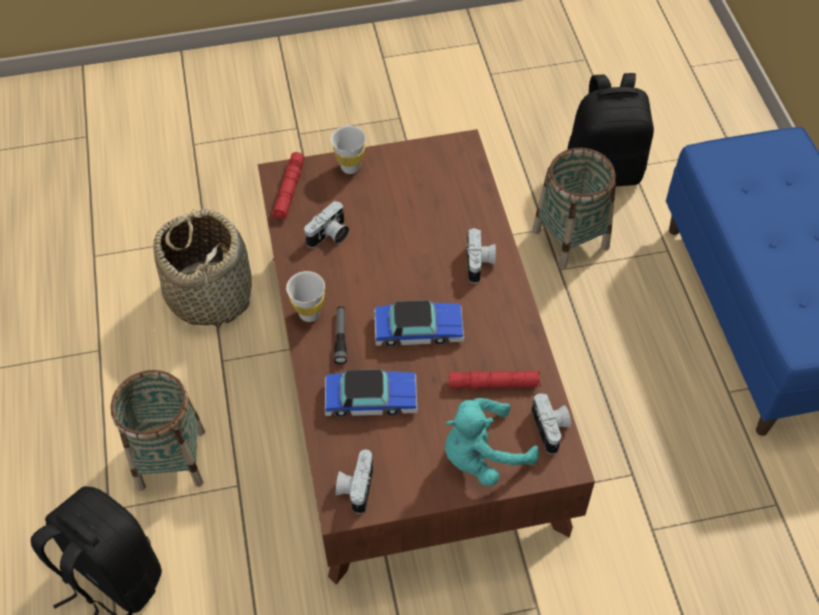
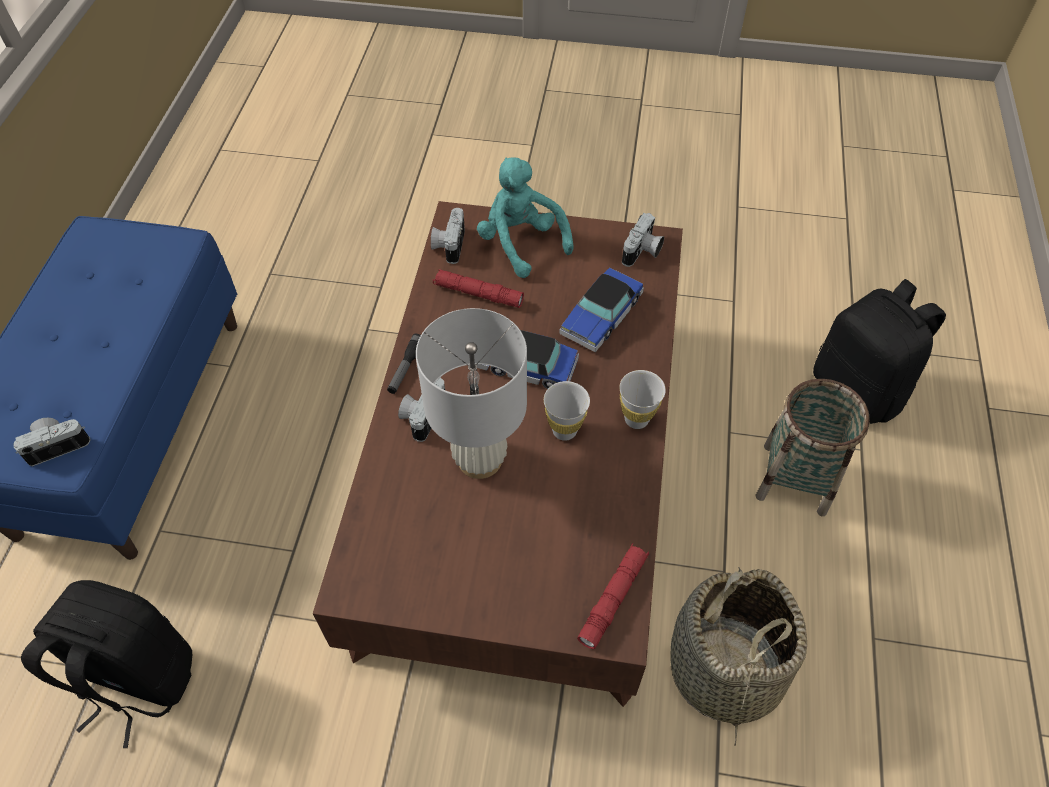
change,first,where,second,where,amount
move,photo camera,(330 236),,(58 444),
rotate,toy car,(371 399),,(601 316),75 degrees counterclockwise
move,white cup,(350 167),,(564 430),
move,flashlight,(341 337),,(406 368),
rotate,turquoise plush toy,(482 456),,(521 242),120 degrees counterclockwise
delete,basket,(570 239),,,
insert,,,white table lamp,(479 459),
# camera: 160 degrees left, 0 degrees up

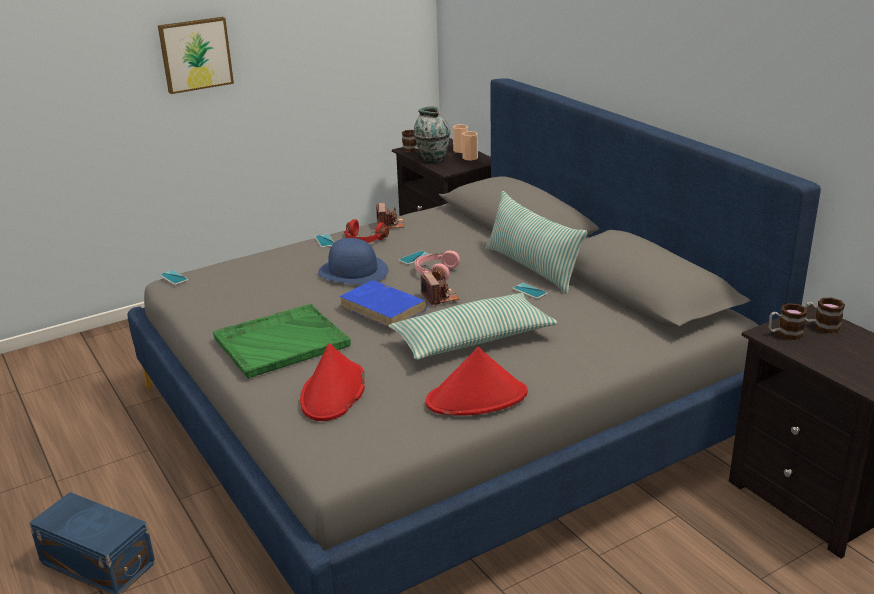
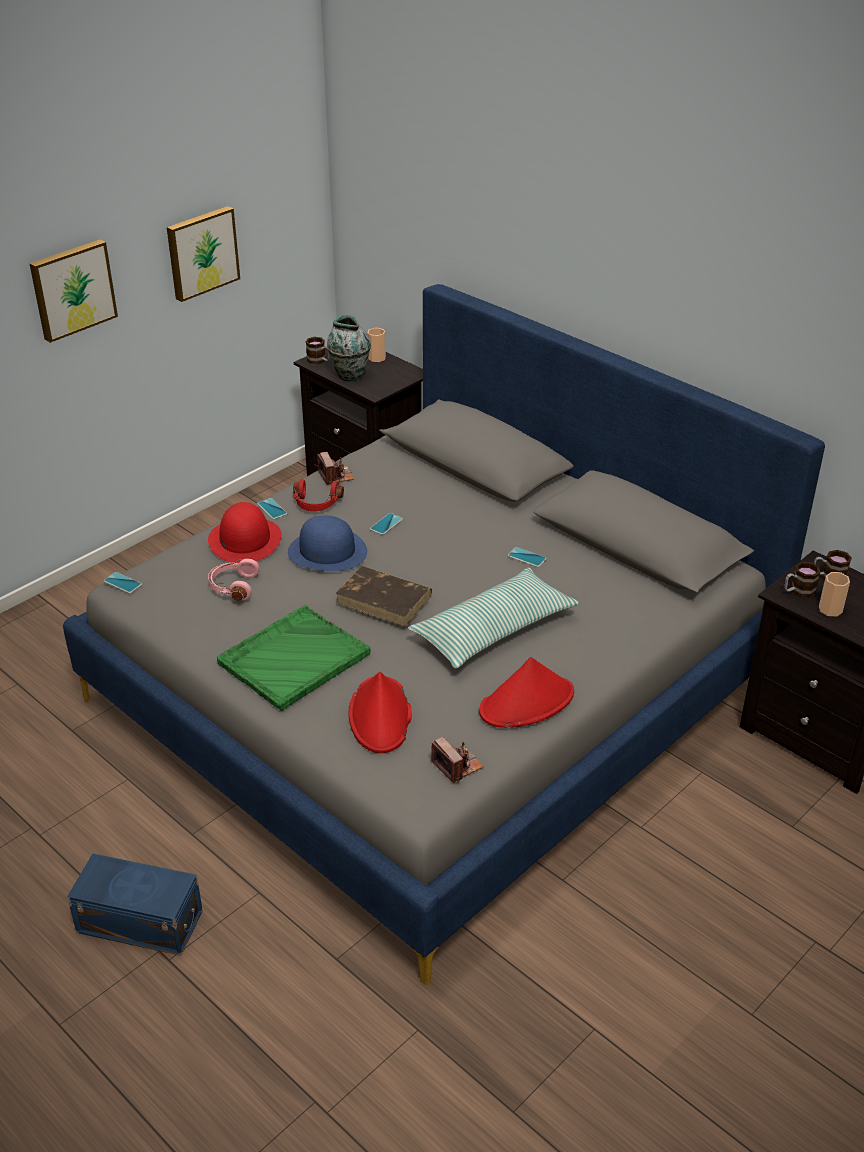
change,first,where,second,where,amount
recolor,blue book,(384 308),brown book,(384 599),
move,pink headphones,(435 273),,(233 586),
move,photo camera,(440 297),,(457 766),
move,cup,(470 158),,(830 609),
delete,pillow,(532 268),,,
insert,,,picture,(201 252),
insert,,,red hat,(245 539),
# camera: 15 degrees left, 10 degrees up

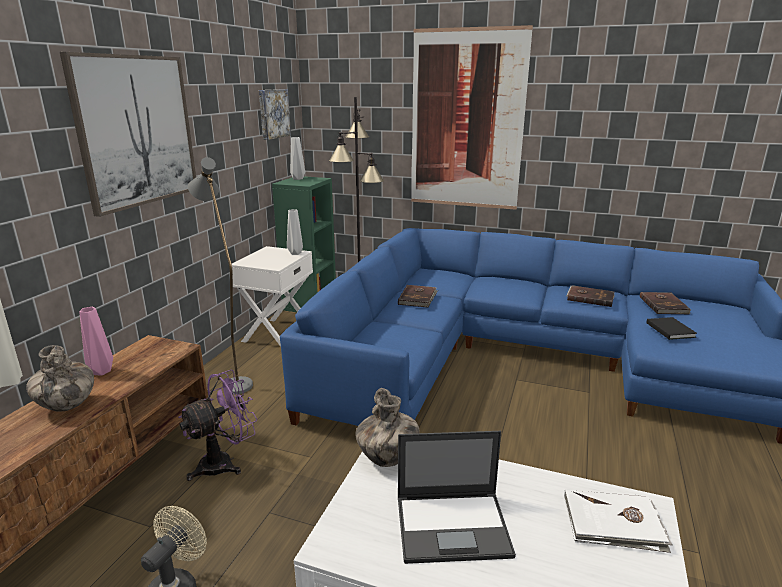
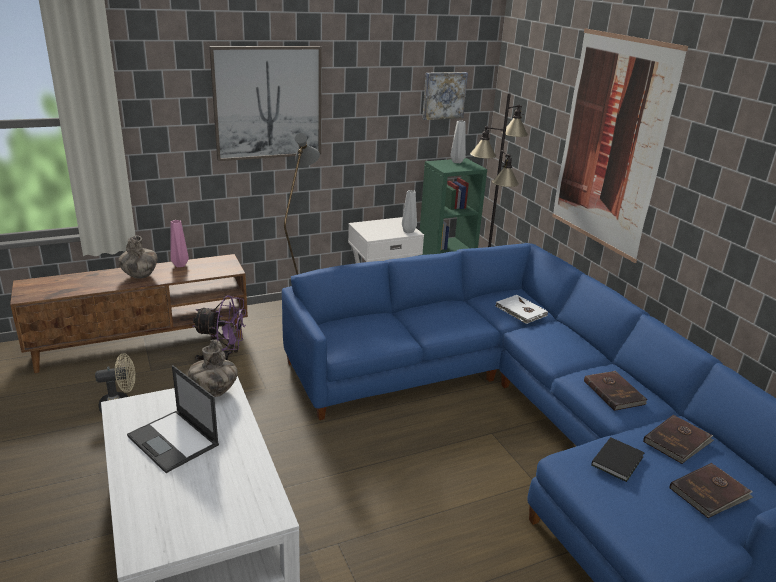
change,first,where,second,where,amount
move,brown book,(418 298),,(710 493),
move,white book,(613 523),,(520 311),
# camera: 45 degrees right, 5 degrees up

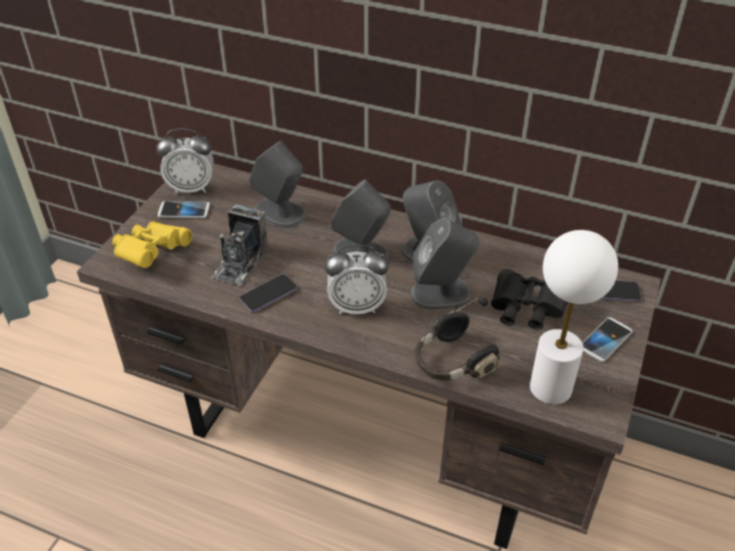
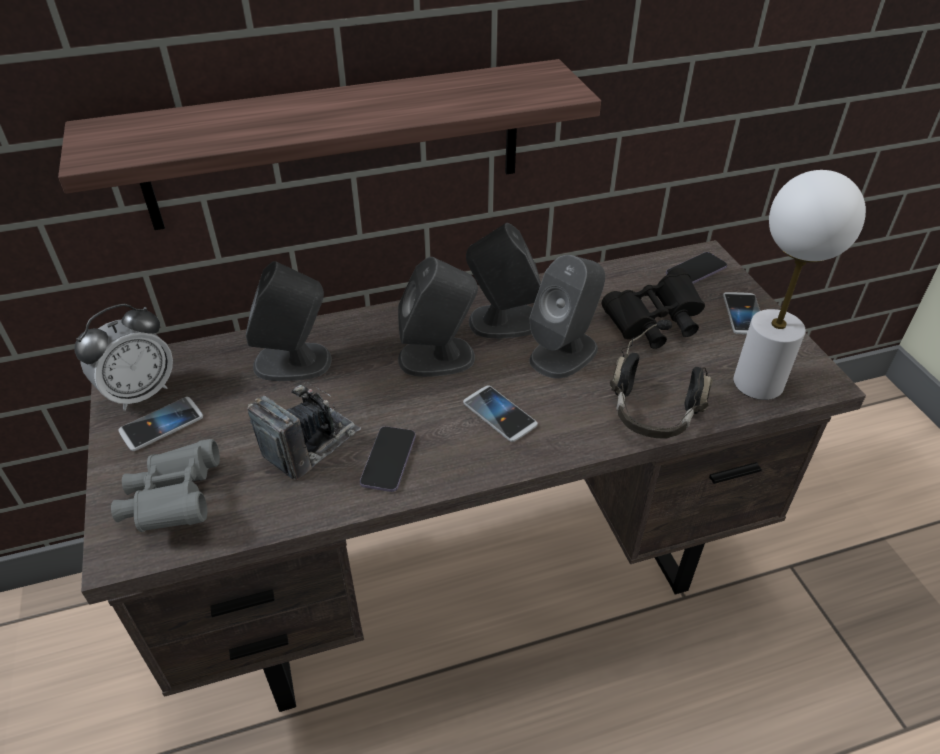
change,first,where,second,where,amount
recolor,yellow binoculars,(151 253),grey binoculars,(174 501),
rotate,photo camera,(241 262),,(311 444),120 degrees counterclockwise
replace,alarm clock,(357 306),phone,(499 414),
insert,,,shelf,(336 145),
# camera: 40 degrees left, 0 degrees up

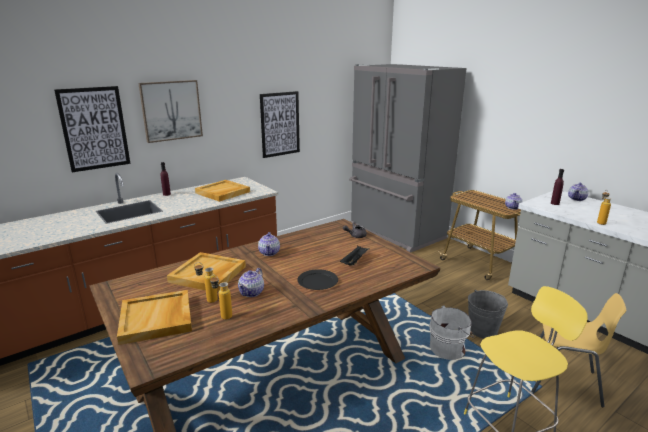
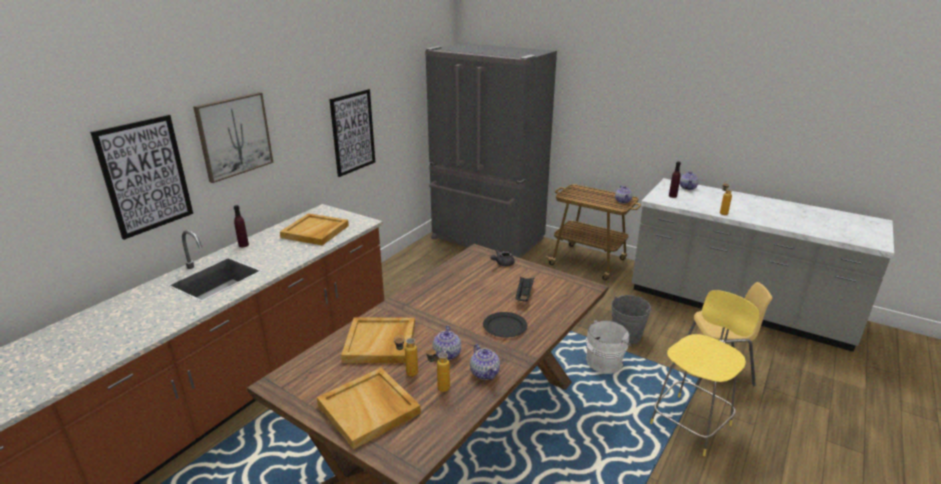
change,first,where,second,where,amount
move,teapot,(269 252),,(485 373),
# camera: 20 degrees left, 5 degrees up

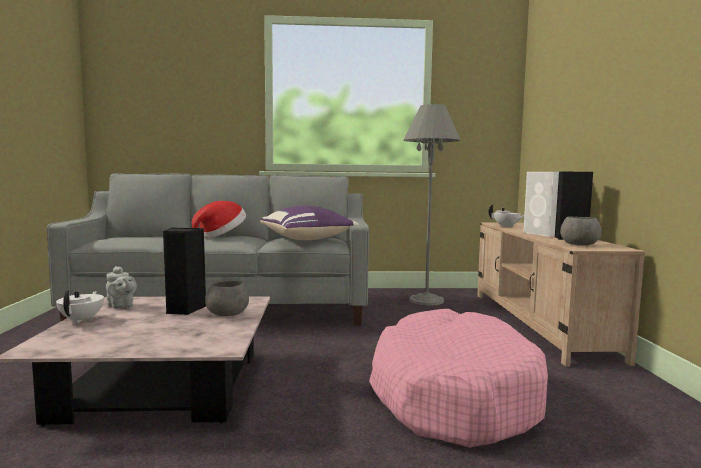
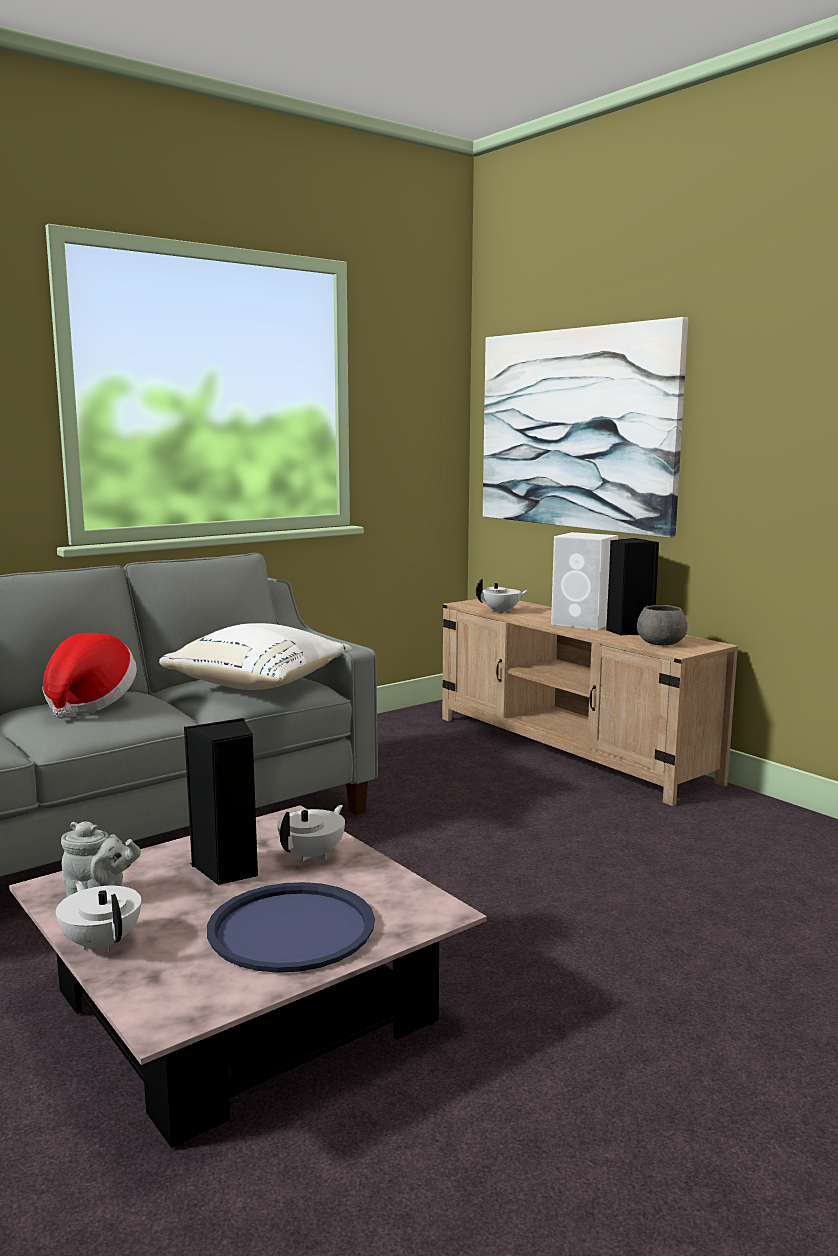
change,first,where,second,where,amount
replace,grey bowl,(228 313),white teapot,(313 855),
recolor,purple pillow,(308 239),white pillow,(261 684),
delete,pink dog bed,(452 395),,,
delete,grey floor lamp,(426 300),,,
insert,,,blue tray,(291 928),
insert,,,picture,(575 429),
# camera: 35 degrees left, 5 degrees up

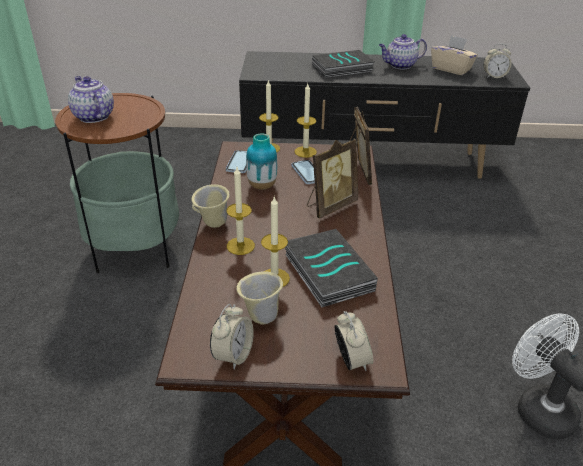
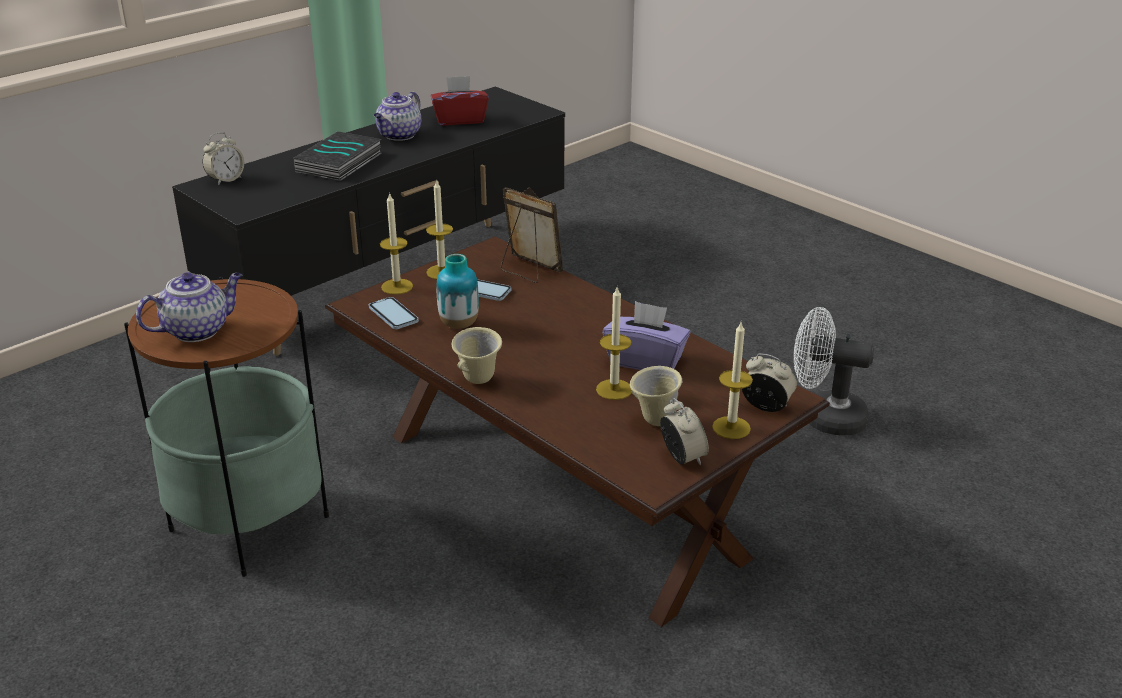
change,first,where,second,where,amount
rotate,teapot,(93 116),,(197 330),135 degrees clockwise
move,candle,(240 246),,(731 428),
replace,book,(326 272),purple tissue box,(645 361),
delete,picture frame,(330 206),,,
recolor,beige tissue box,(451 69),red tissue box,(460 120),
move,alarm clock,(494 76),,(226 180),
# camera: 45 degrees left, 5 degrees down

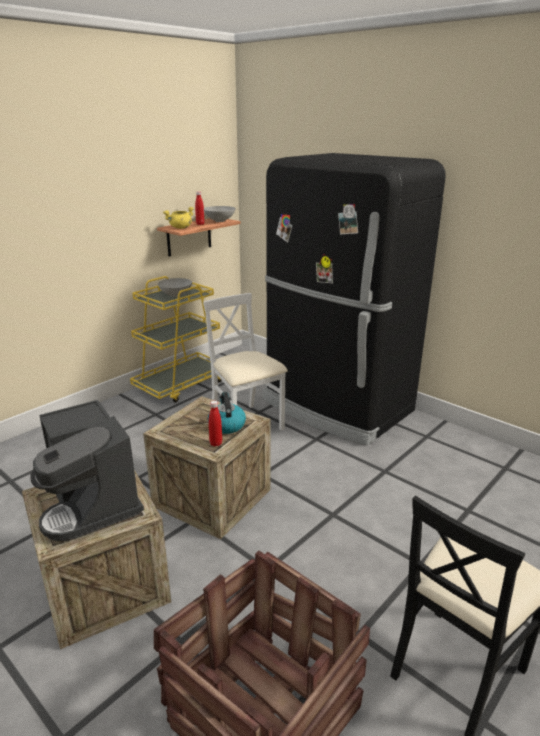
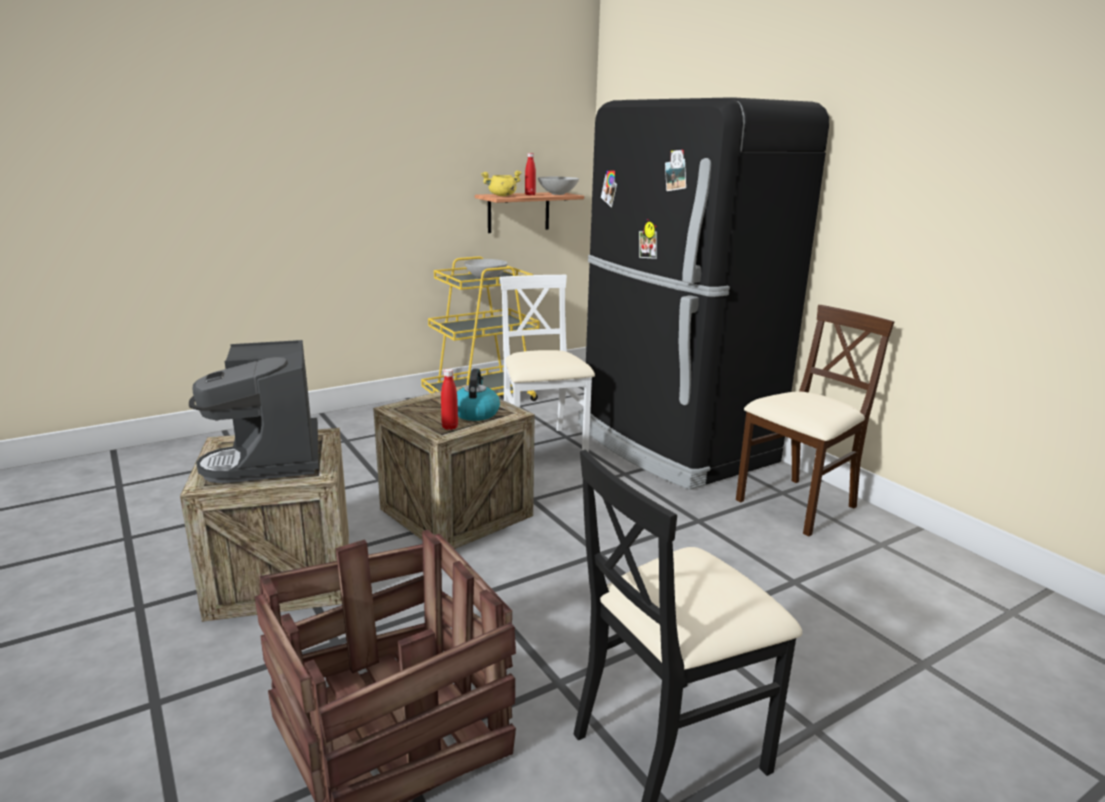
change,first,where,second,where,amount
insert,,,beige chair,(797 505),
# camera: 15 degrees right, 5 degrees down

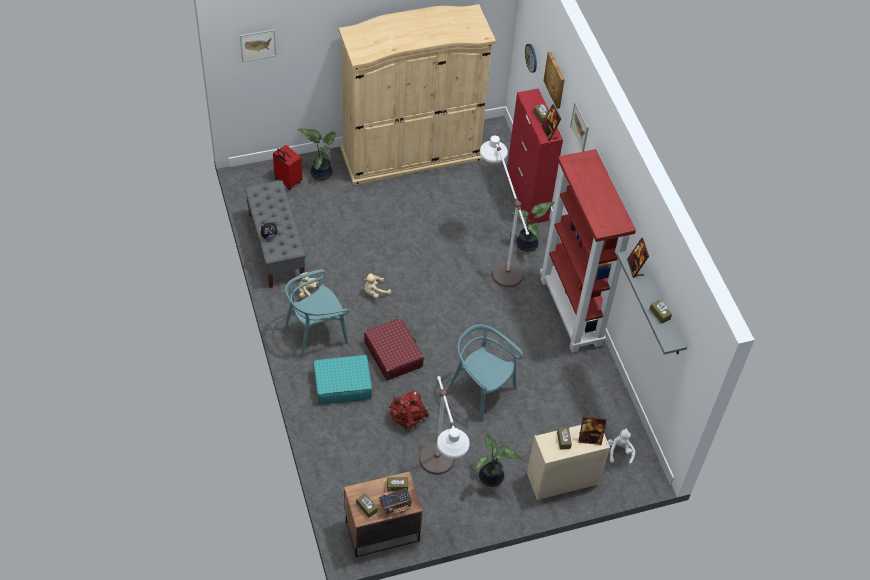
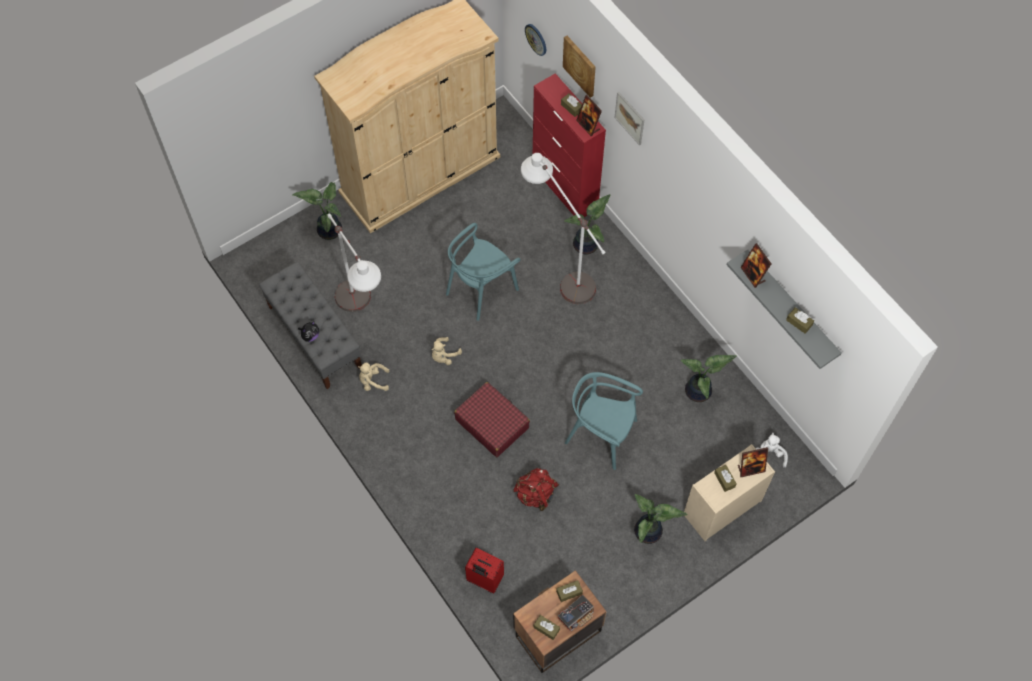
change,first,where,second,where,amount
delete,picture,(258 45),,,
move,red suitcase,(287 181),,(484 579),
move,turquoise chair,(316 333),,(481 289),
delete,turquoise suitcase,(342 384),,,
move,white floor lamp,(440 481),,(362 316),
delete,red bookcase,(571 312),,,
insert,,,potted plant,(699 392),
# camera: 15 degrees left, 10 degrees up

